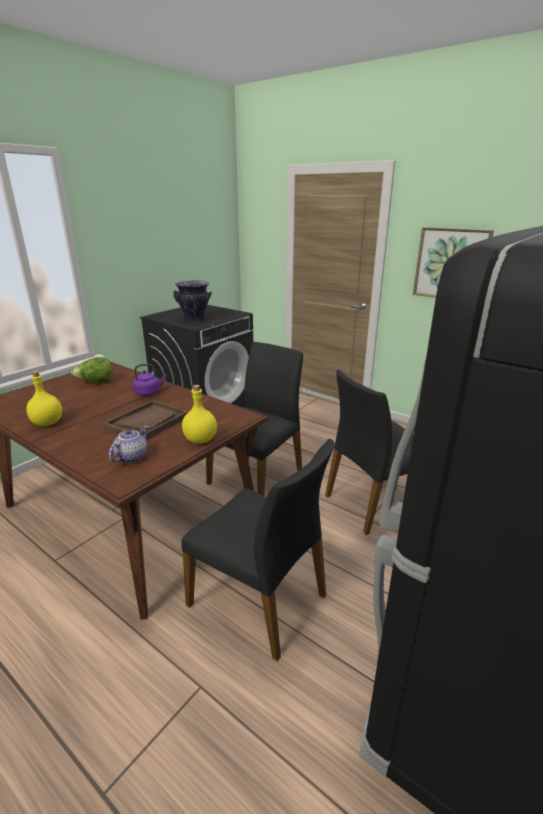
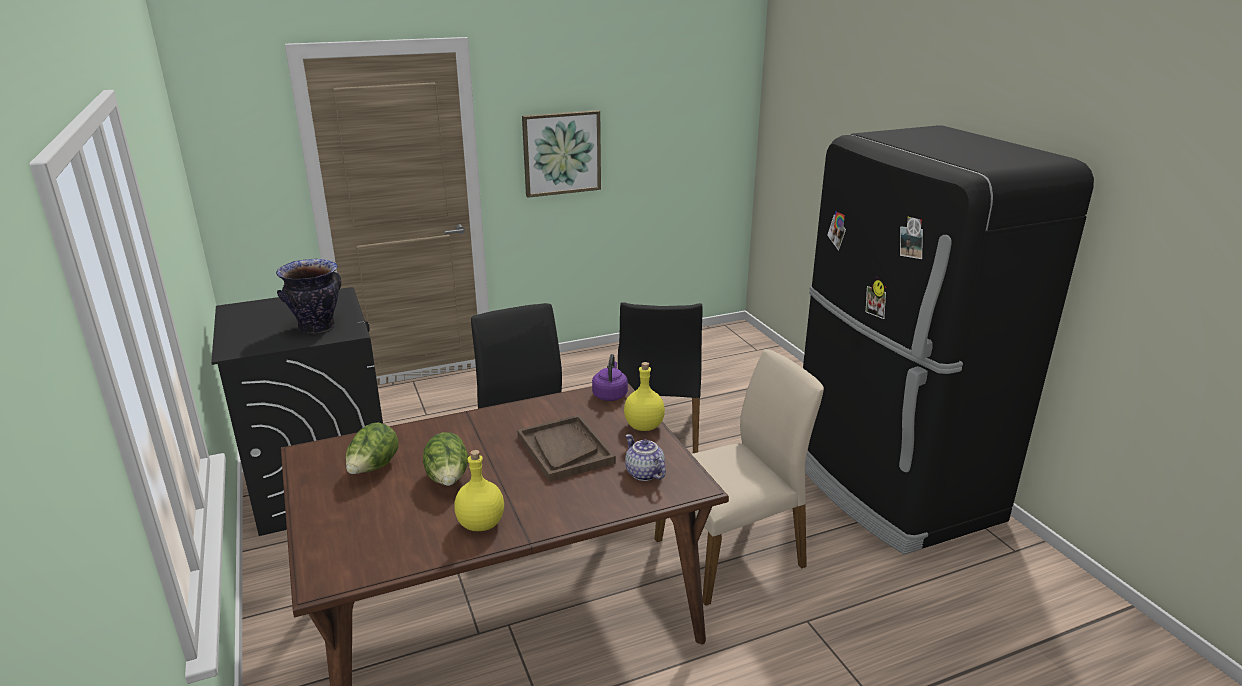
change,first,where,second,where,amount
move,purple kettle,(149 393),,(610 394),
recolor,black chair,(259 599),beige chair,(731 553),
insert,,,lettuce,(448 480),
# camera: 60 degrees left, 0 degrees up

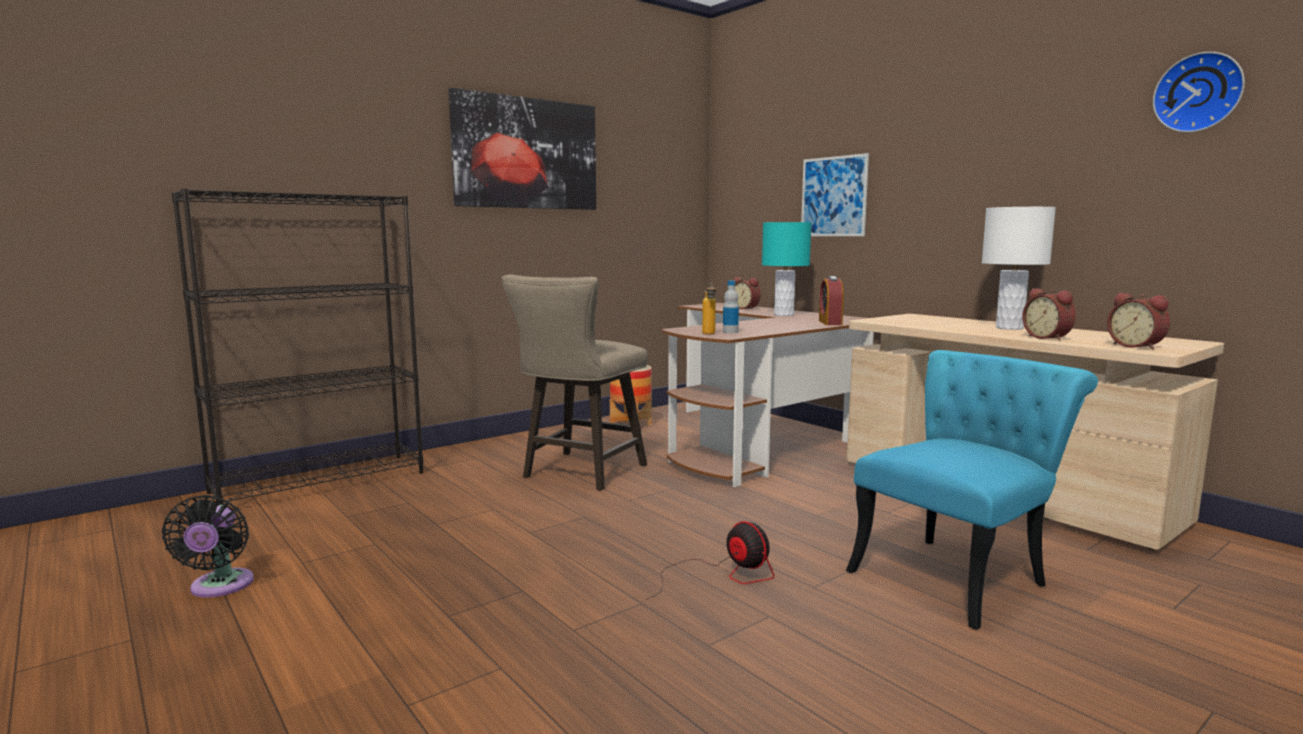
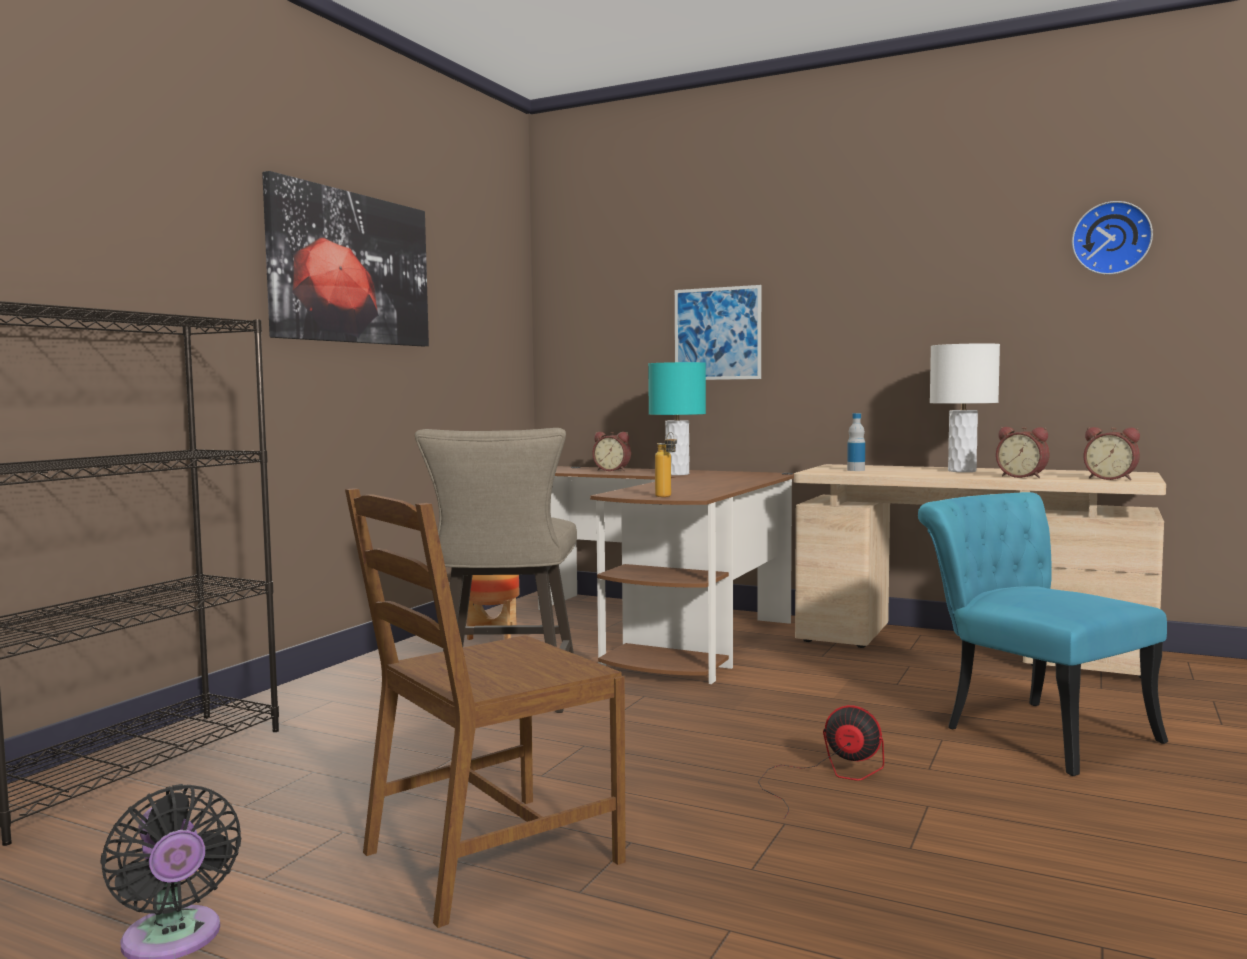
change,first,where,second,where,amount
move,bottle,(730 332),,(856 470),
delete,alarm clock,(830 322),,,
rotate,turquoise chair,(958 574),,(1032 729),60 degrees counterclockwise
insert,,,brown chair,(489 857),
# camera: 25 degrees left, 5 degrees down

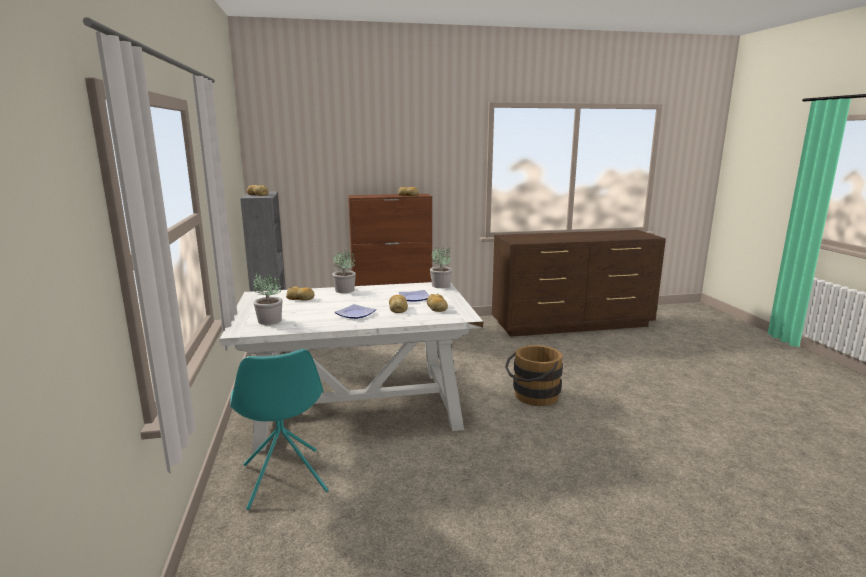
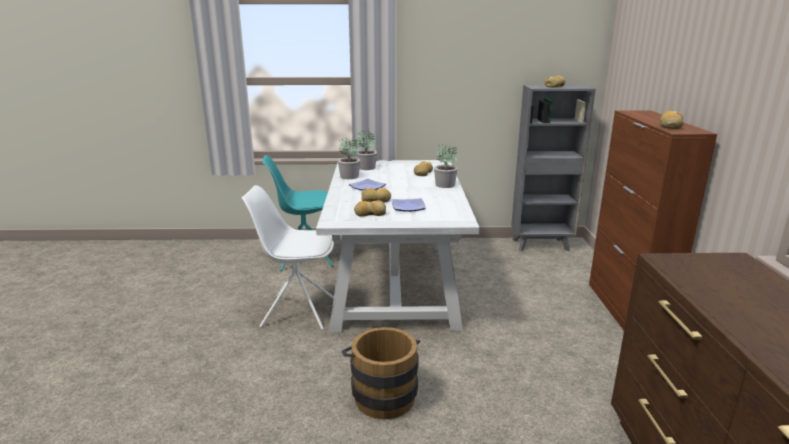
change,first,where,second,where,amount
move,potted plant,(441 285),,(349 176),
insert,,,white chair,(297 312),
# camera: 100 degrees right, 5 degrees up

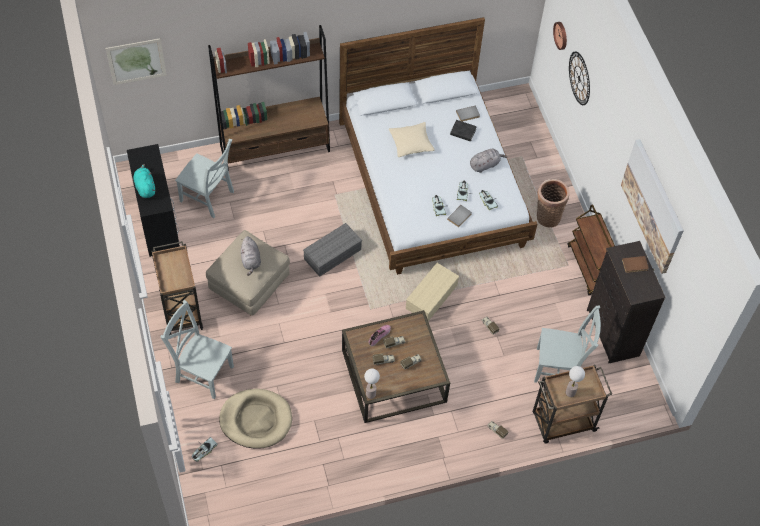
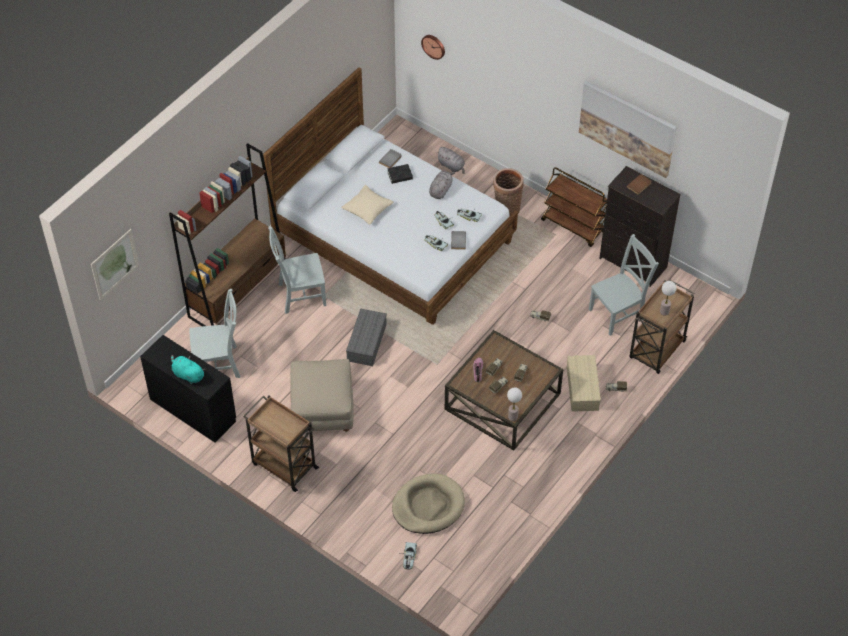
change,first,where,second,where,amount
move,grey chair,(202 372),,(299 295),
move,grey plush toy,(251 260),,(452 166),
move,beige storage box,(431 296),,(581 387),
delete,wall clock,(579 78),,,
# camera: 35 degrees left, 5 degrees down

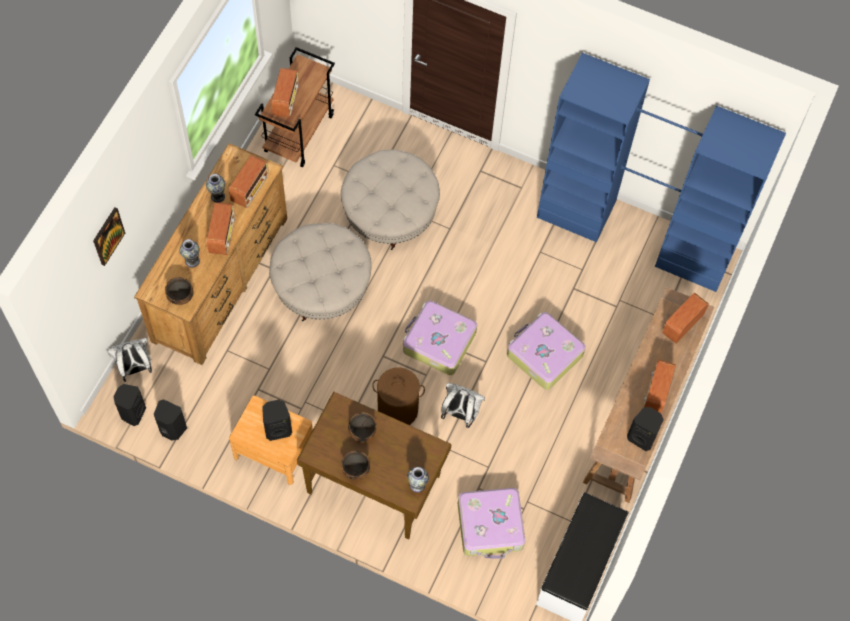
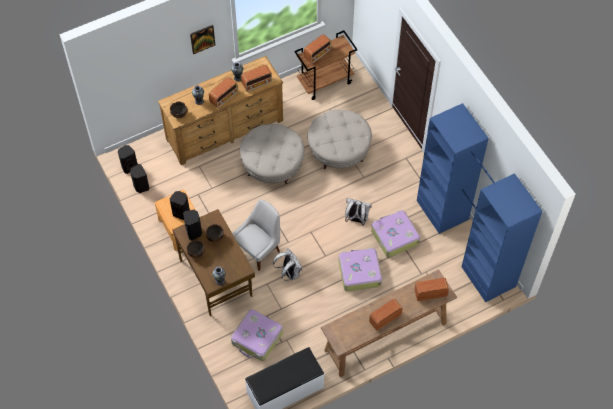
change,first,where,second,where,amount
move,picture,(108 236),,(202 38),
move,white backpack,(135 368),,(356 219),
replace,brown laundry basket,(398 409),white chair,(259 250),
move,suitcase,(438 342),,(394 236),
move,black speaker,(642 437),,(194 232),
# camera: 40 degrees right, 5 degrees down

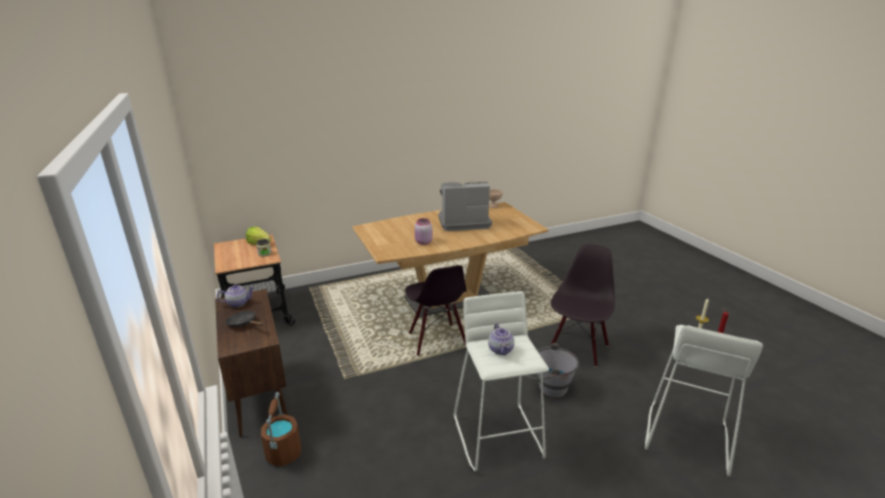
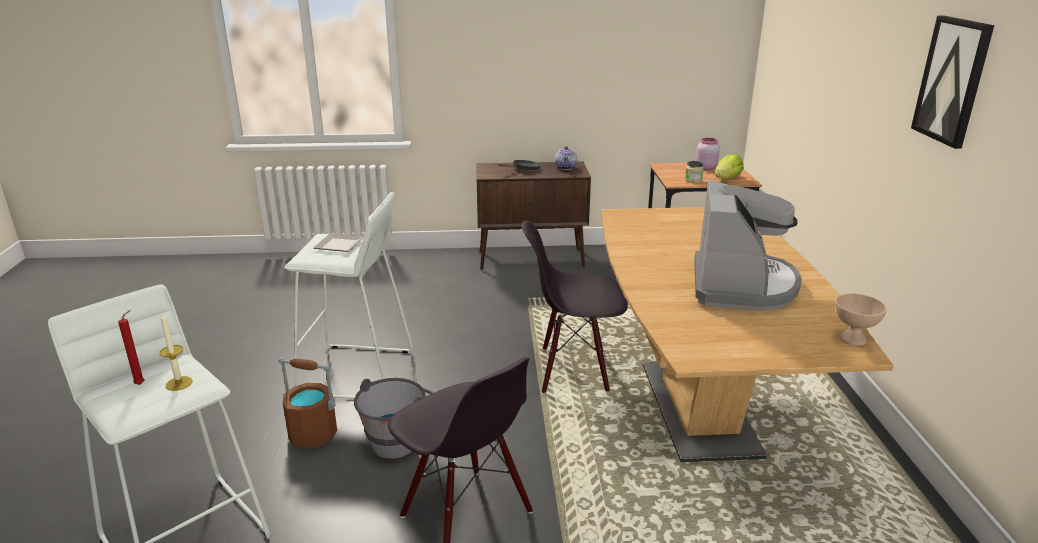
change,first,where,second,where,amount
move,brown bucket,(283 453),,(313 434),
move,pink jar,(423 242),,(705 168),
replace,teapot,(501 350),plate,(340 246),
insert,,,picture,(952 81),
# camera: 110 degrees right, 0 degrees up

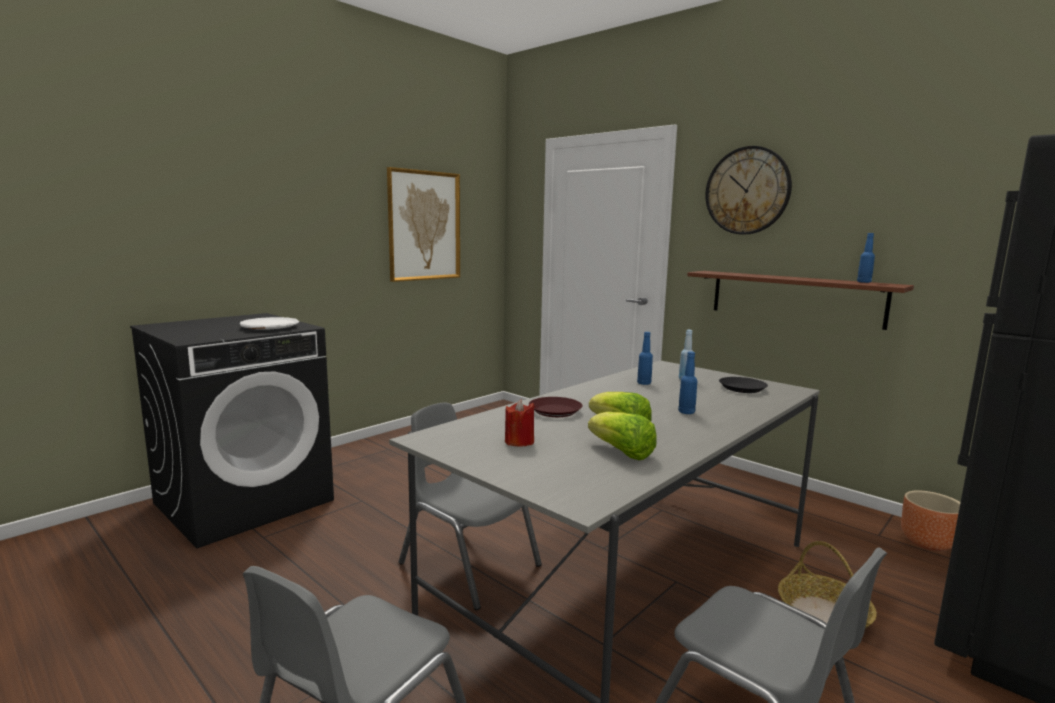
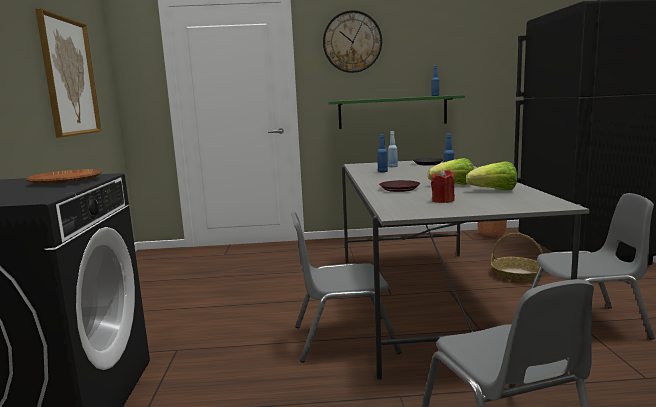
change,first,where,second,where,amount
recolor,white plate,(270 327),brown plate,(66 181),
recolor,brown shelf,(794 298),green shelf,(392 112),
# camera: 45 degrees left, 0 degrees up

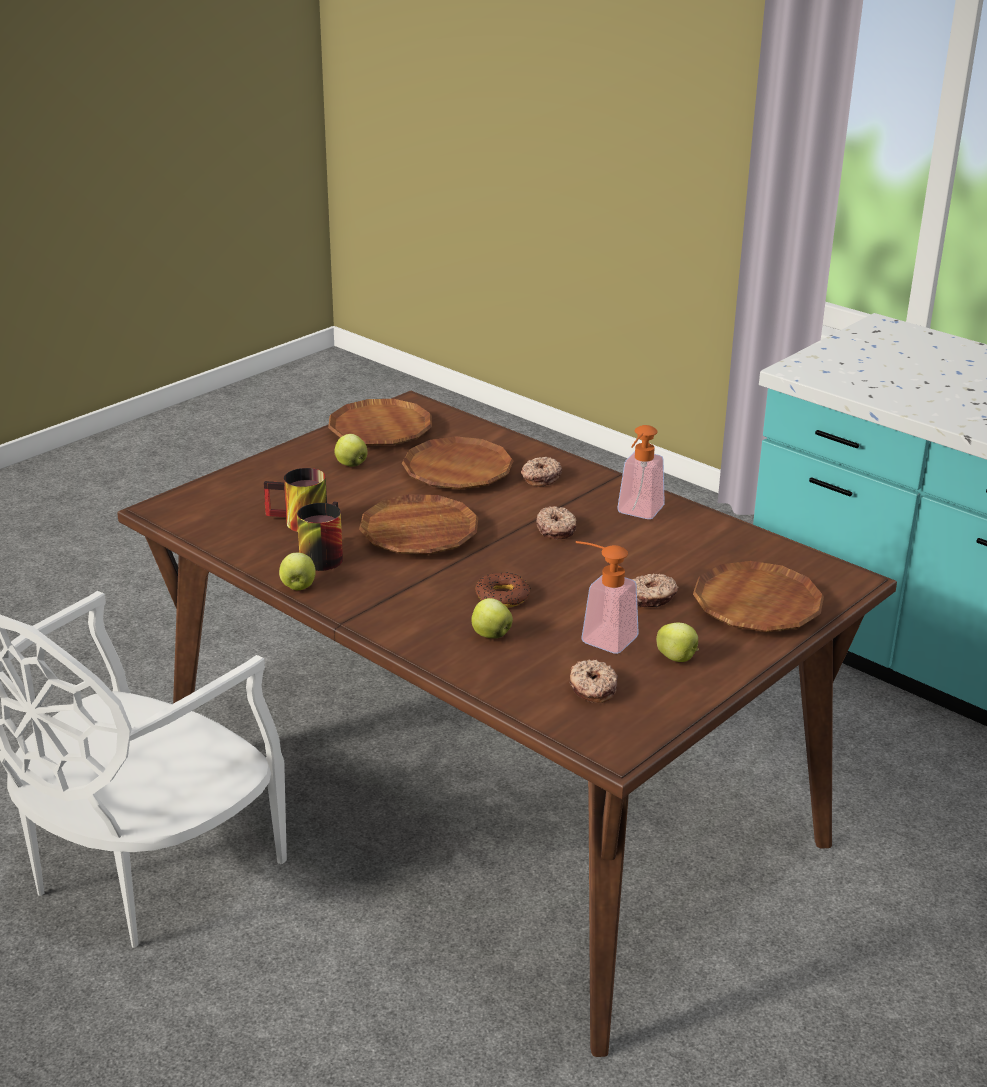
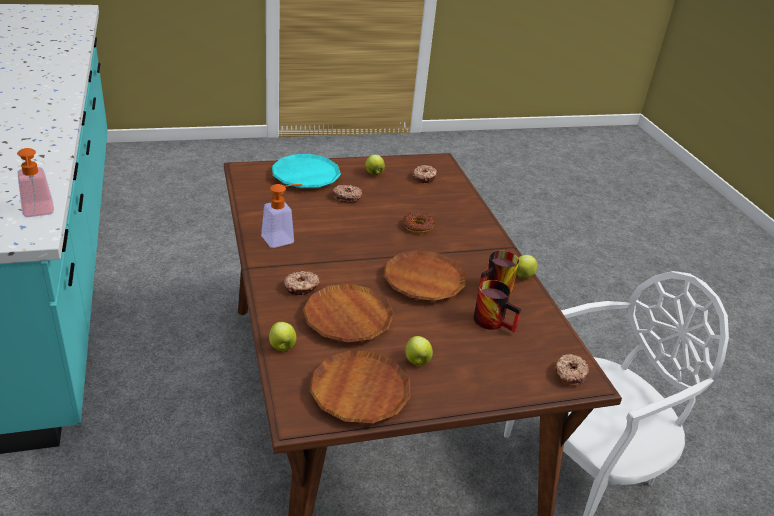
change,first,where,second,where,amount
move,apple,(490 634),,(282 347),
move,donut,(556 529),,(569 374),
move,soap dispenser,(600 637),,(38 213),
recolor,brown plate,(757 605),turquoise plate,(306 176),
# camera: 150 degrees left, 5 degrees up

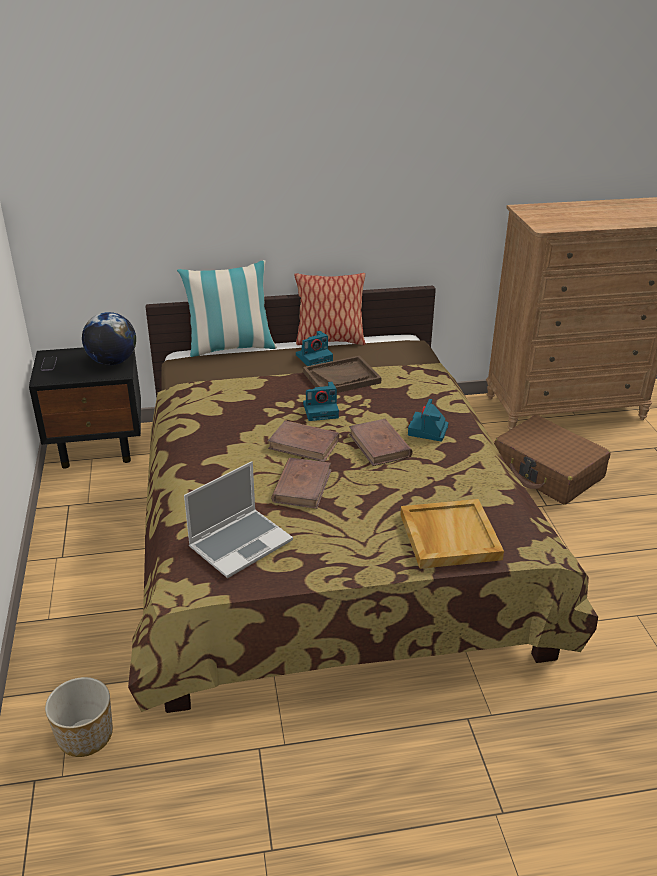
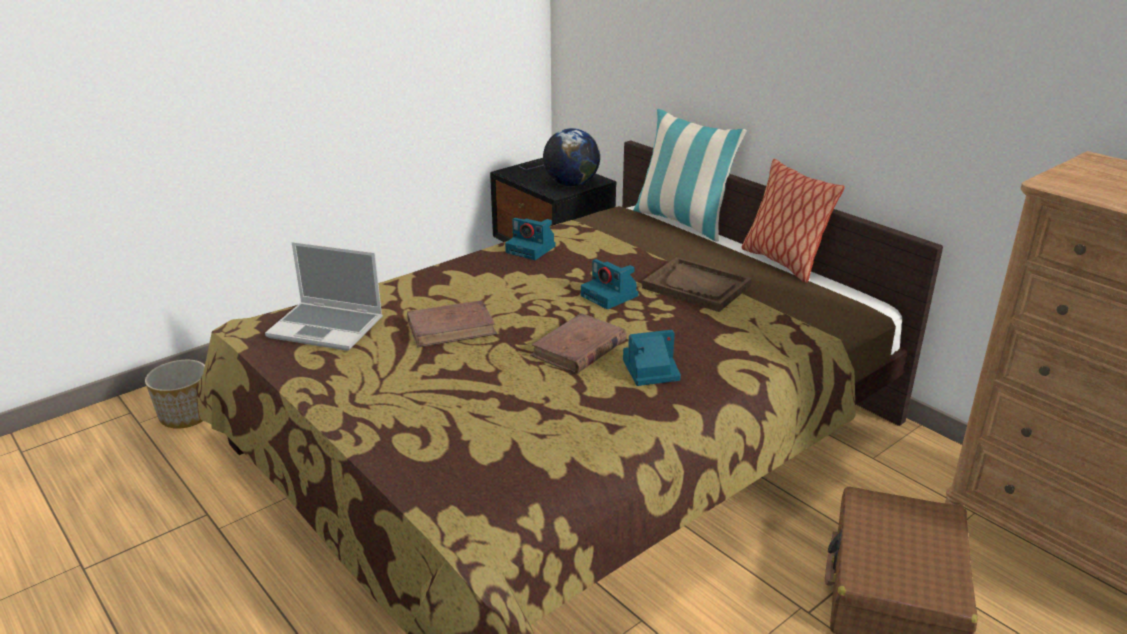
change,first,where,second,where,amount
delete,brown book,(304 444),,,
move,photo camera,(314 357),,(532 249),
delete,beige tray,(448 536),,,
# camera: 60 degrees right, 5 degrees down

